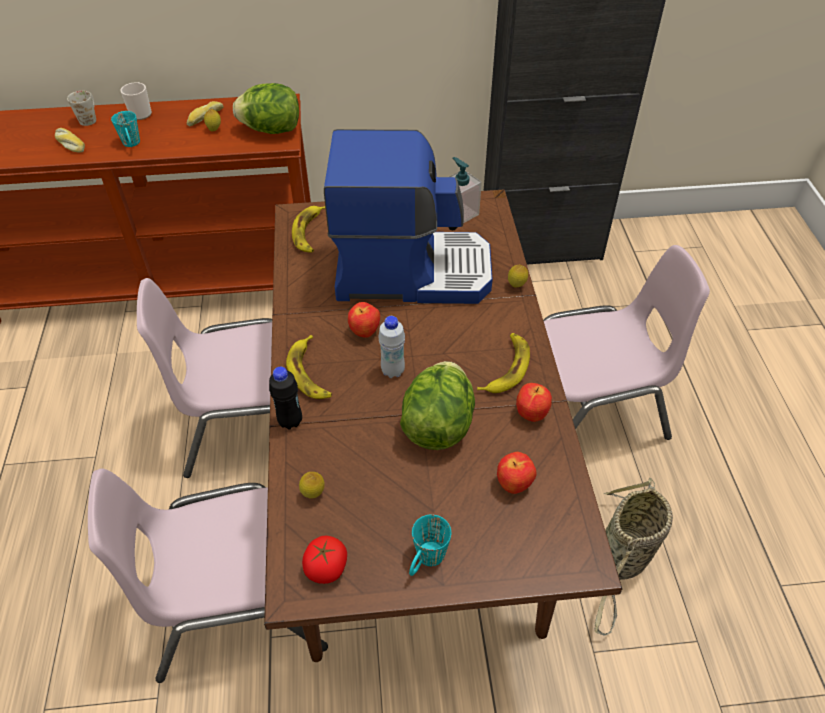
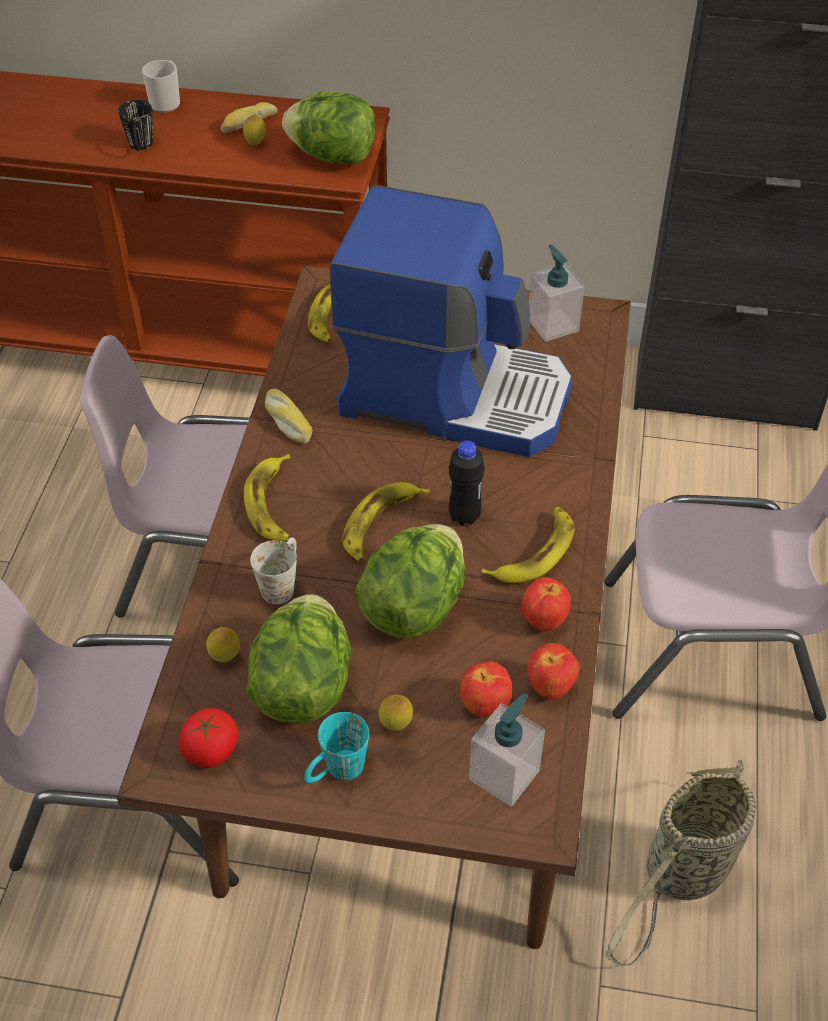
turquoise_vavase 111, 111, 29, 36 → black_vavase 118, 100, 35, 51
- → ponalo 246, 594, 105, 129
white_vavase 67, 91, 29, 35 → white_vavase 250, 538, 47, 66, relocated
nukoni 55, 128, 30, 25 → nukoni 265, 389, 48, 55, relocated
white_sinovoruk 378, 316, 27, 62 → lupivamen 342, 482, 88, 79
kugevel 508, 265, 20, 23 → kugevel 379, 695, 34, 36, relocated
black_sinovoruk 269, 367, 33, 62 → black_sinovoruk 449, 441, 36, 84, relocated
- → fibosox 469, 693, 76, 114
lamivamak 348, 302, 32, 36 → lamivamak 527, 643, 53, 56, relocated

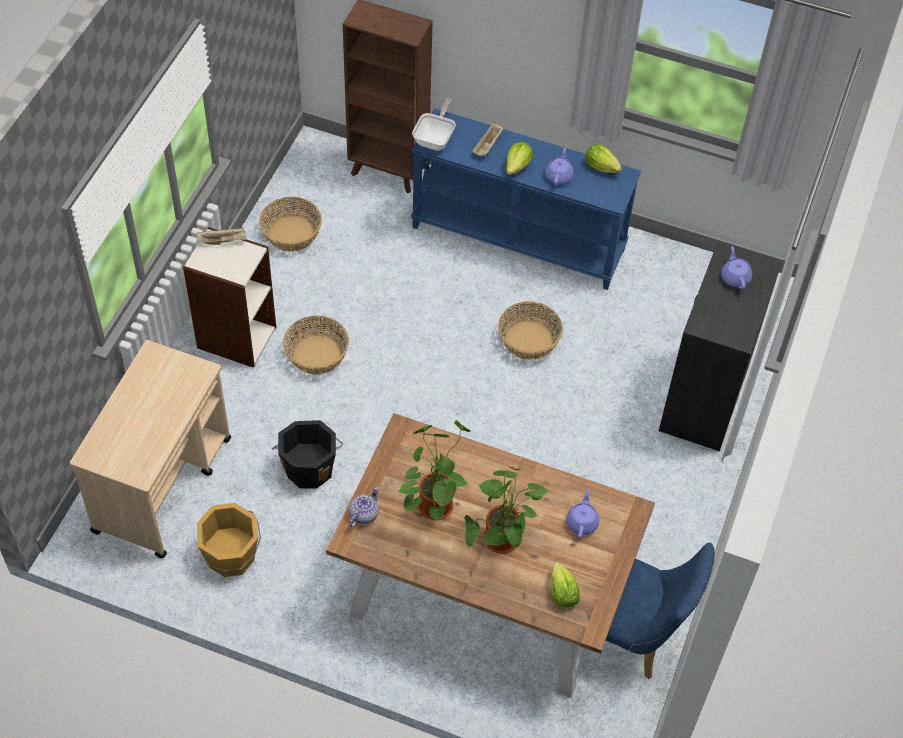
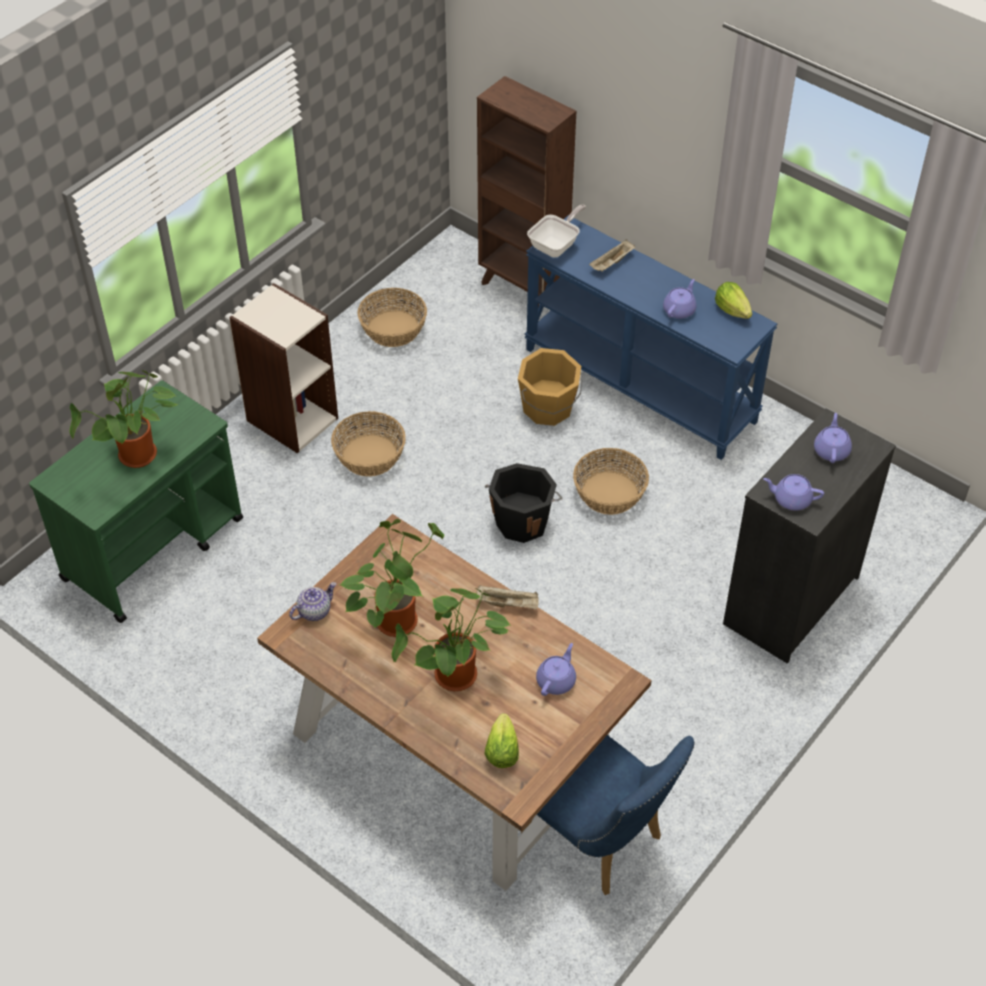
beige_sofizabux 70, 340, 161, 218 → green_sofizabux 29, 380, 214, 243
- → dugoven 69, 370, 110, 98
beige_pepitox 197, 227, 49, 18 → beige_pepitox 476, 585, 63, 24, relocated
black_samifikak 272, 420, 71, 69 → black_samifikak 485, 463, 77, 80, relocated
orange_samifikak 197, 503, 64, 74 → orange_samifikak 518, 348, 65, 78, relocated
- → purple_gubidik 763, 474, 61, 37
ponalo 506, 142, 27, 33 → -

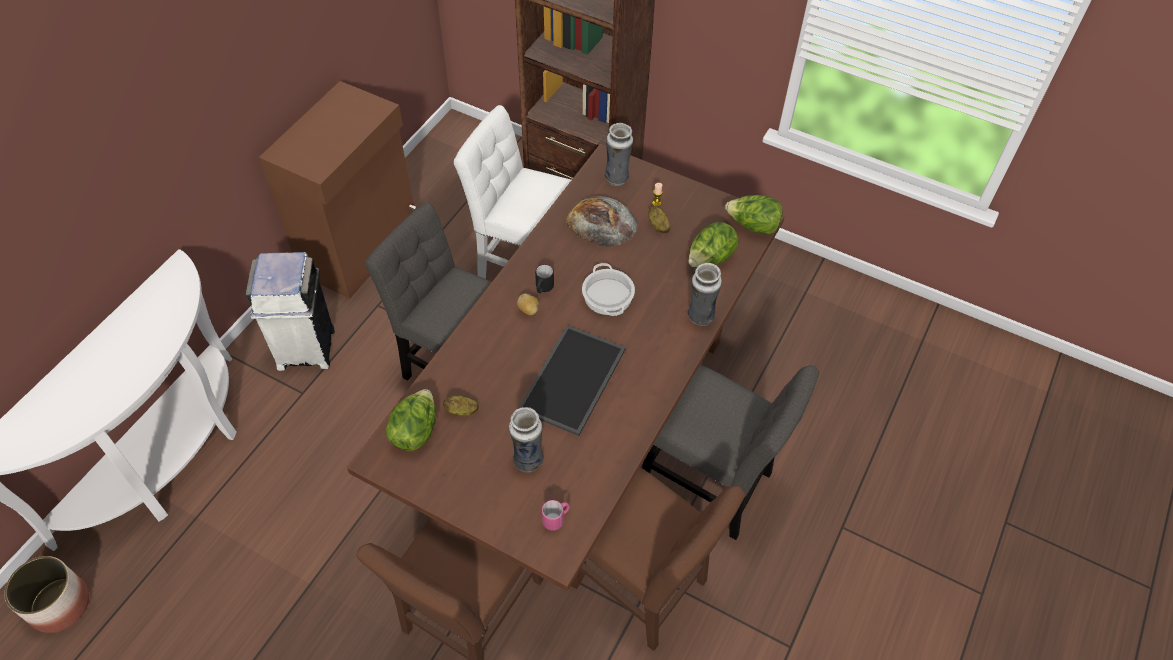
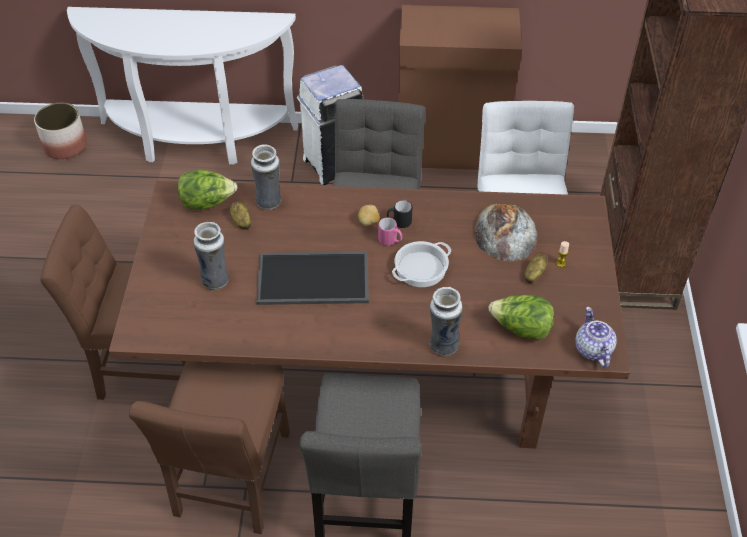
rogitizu 604, 123, 29, 63 → rogitizu 251, 144, 31, 66, relocated
pink_vavase 542, 500, 28, 31 → pink_vavase 378, 218, 25, 28, relocated
ponalo 725, 195, 58, 40 → gubidik 575, 307, 42, 61

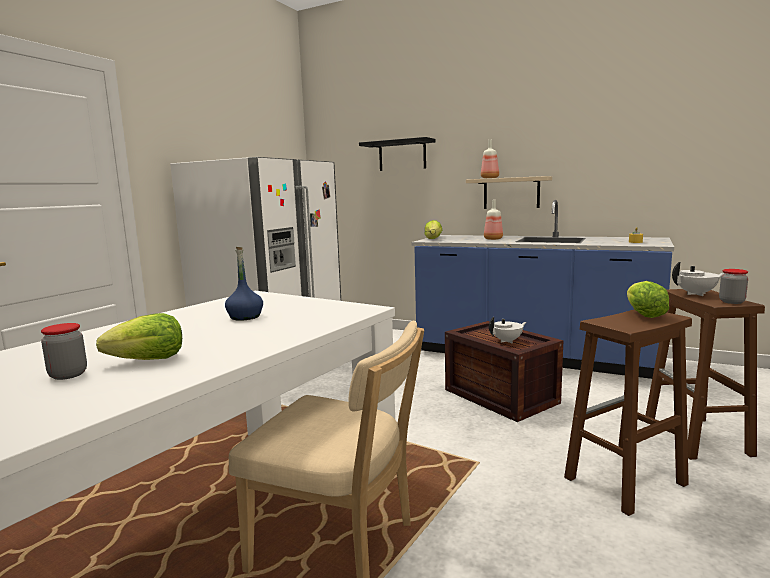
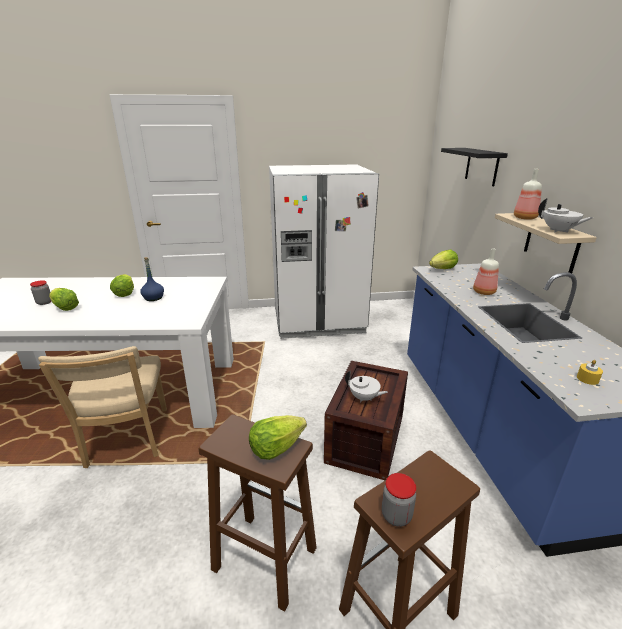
- → ponalo 110, 274, 24, 23
white_gubidik 672, 262, 52, 34 → white_gubidik 538, 198, 56, 35, relocated

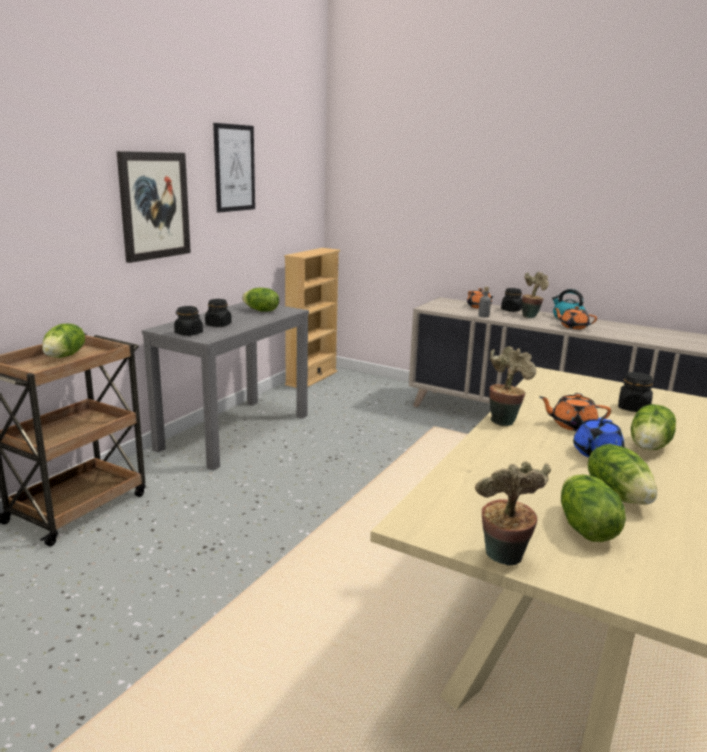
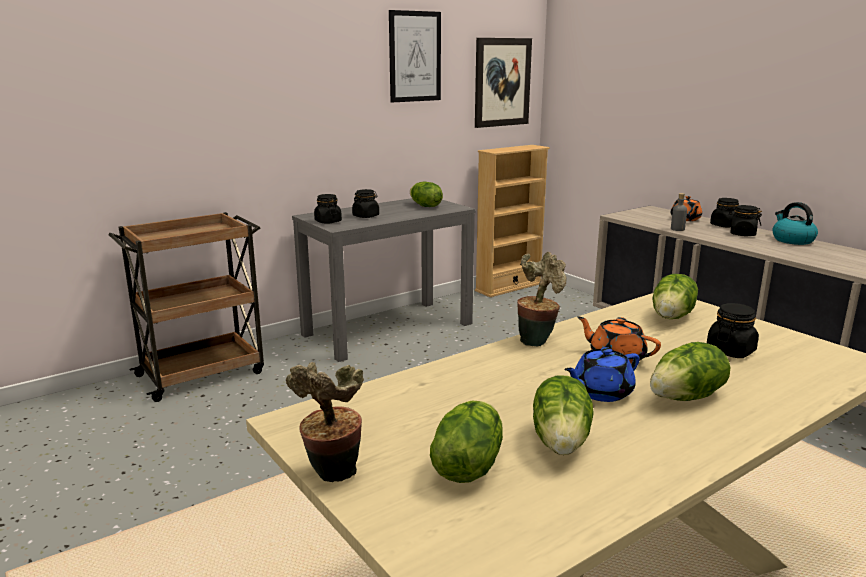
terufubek 117, 151, 74, 112 → terufubek 475, 38, 57, 90, relocated
ponalo 42, 324, 43, 34 → ponalo 652, 274, 46, 45, relocated
dugoven 522, 272, 27, 46 → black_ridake 729, 205, 33, 31
orange_gubidik 553, 306, 44, 23 → -

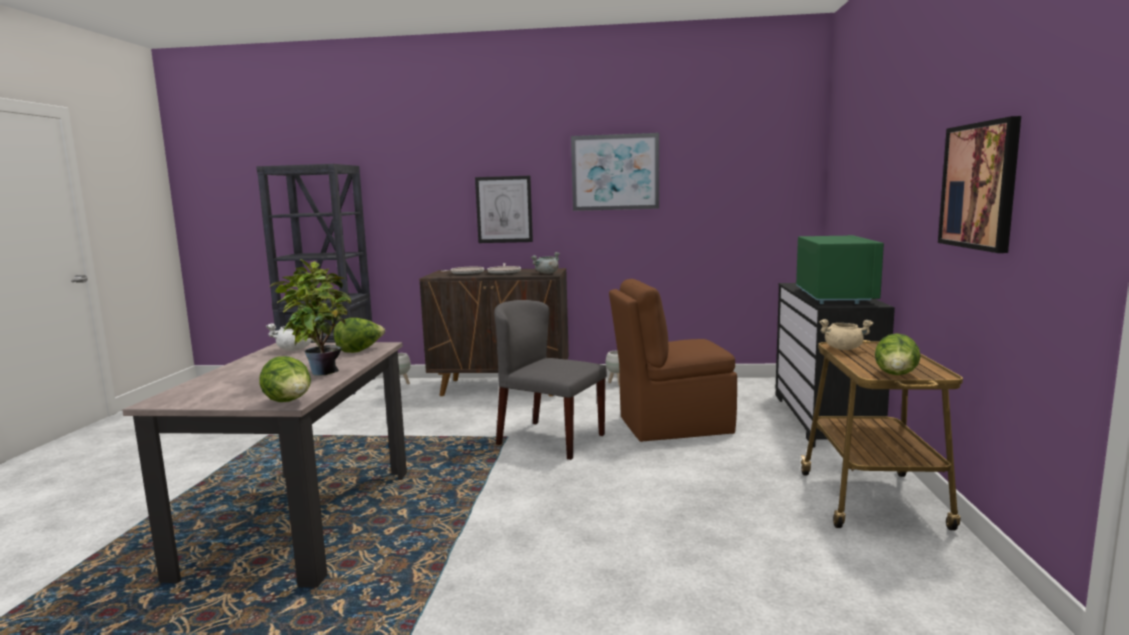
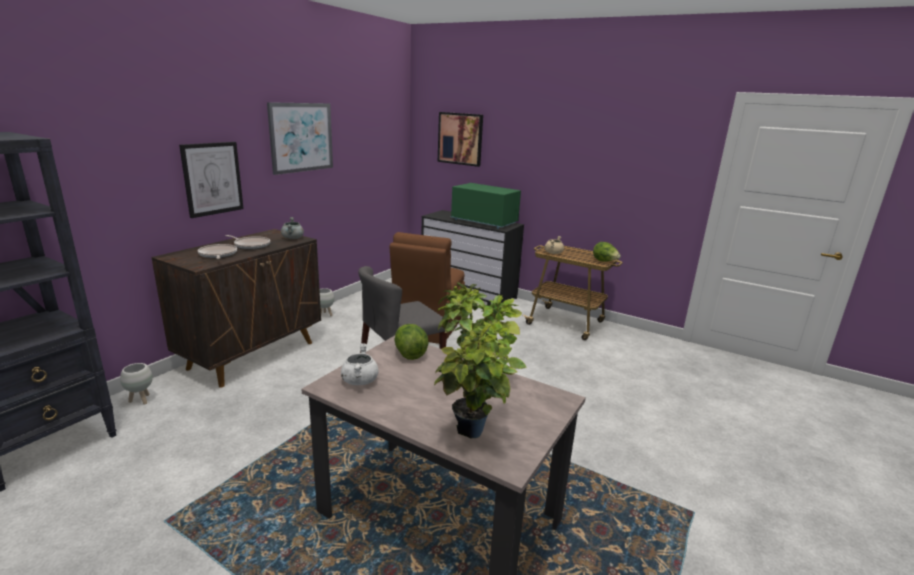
- → dugoven 434, 321, 93, 117
terufubek 938, 116, 83, 137 → terufubek 438, 112, 45, 55, relocated
ponalo 259, 356, 52, 46 → -

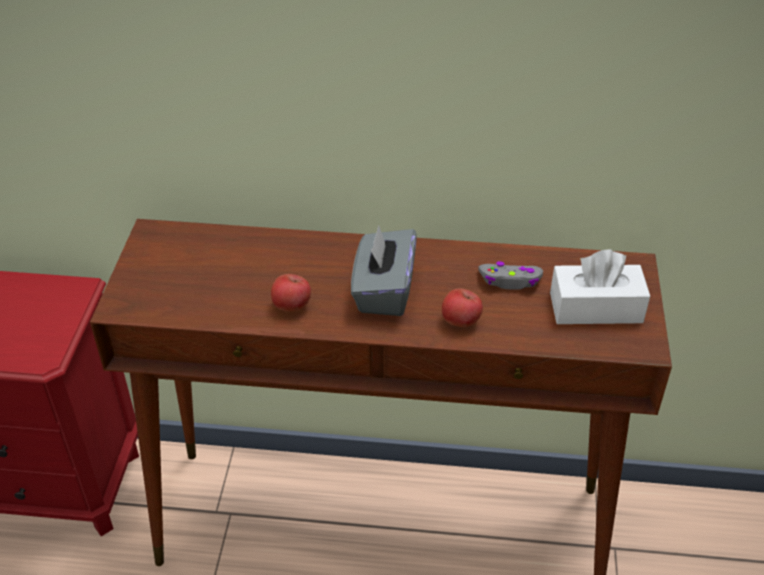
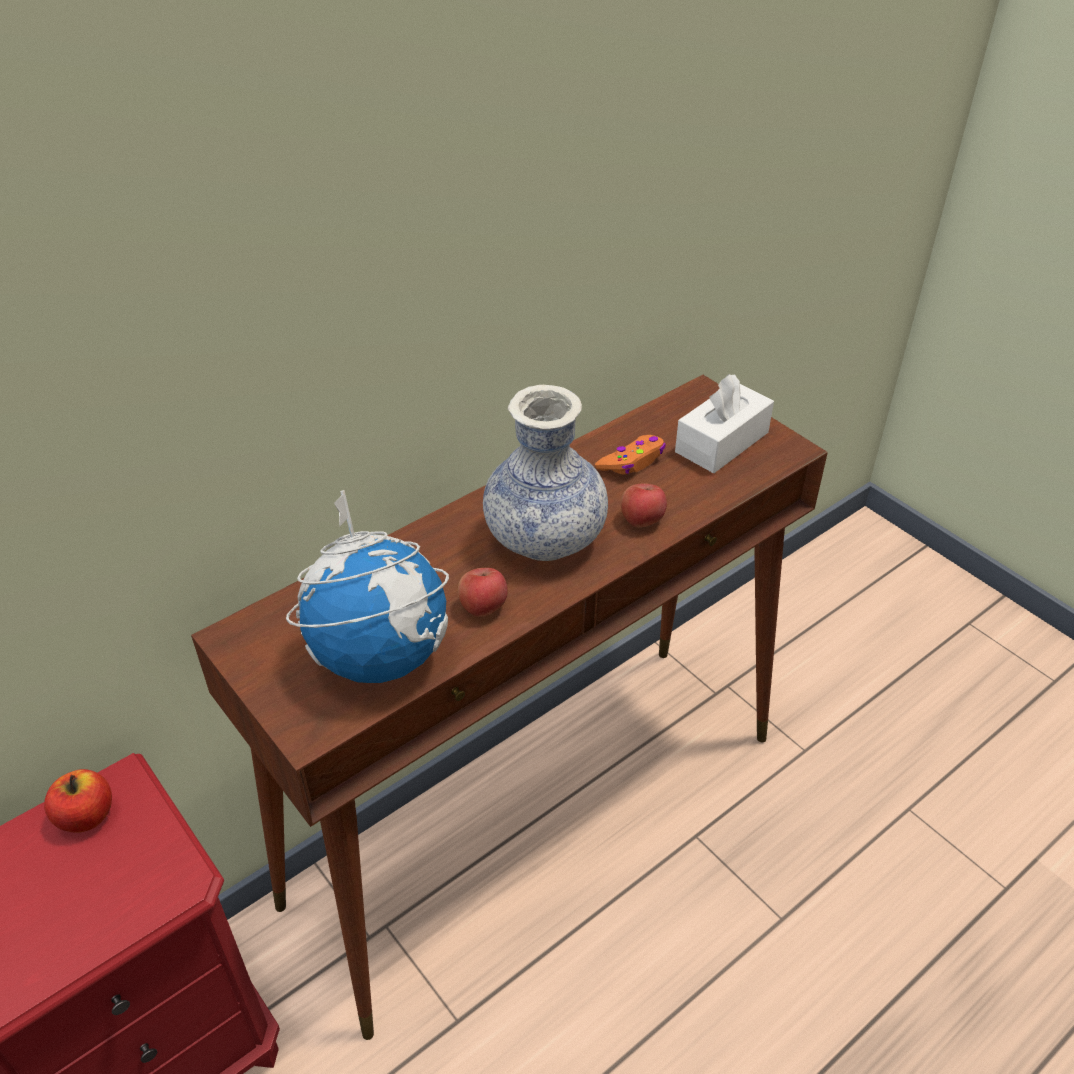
- → lamivamak 44, 769, 68, 64
- → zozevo 286, 490, 163, 193
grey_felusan 351, 225, 65, 91 → rogitizu 483, 385, 125, 176
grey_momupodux 478, 261, 65, 29 → orange_momupodux 595, 435, 71, 39

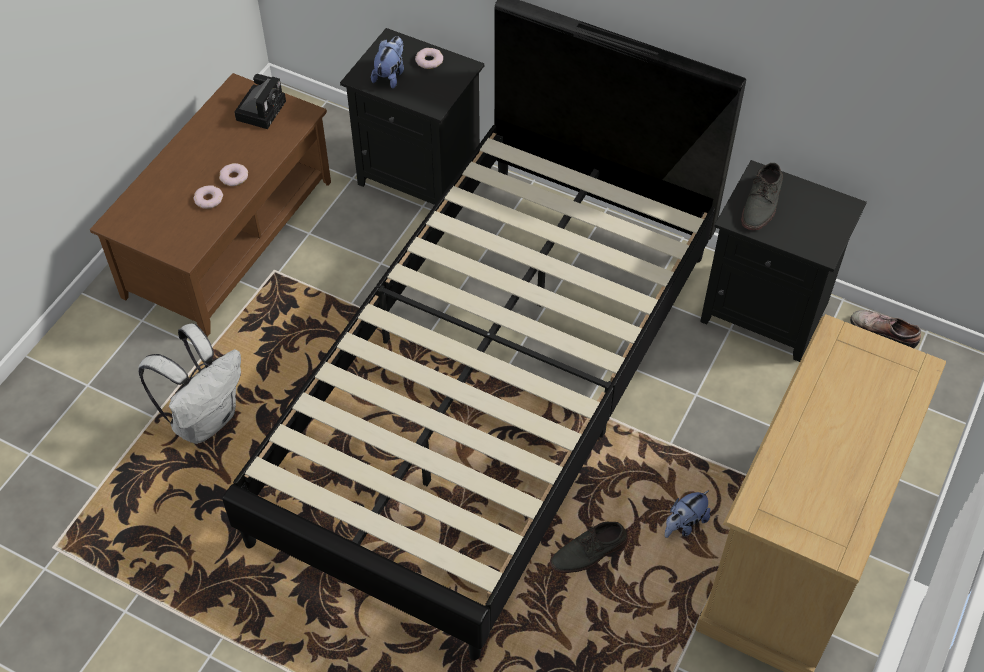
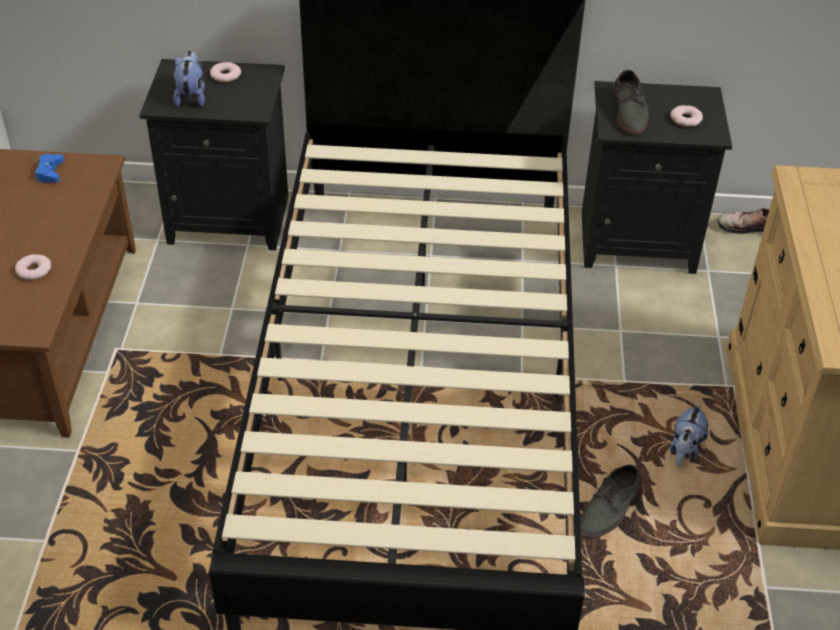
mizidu 234, 74, 52, 55 → blue_momupodux 35, 154, 29, 29
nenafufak 219, 163, 29, 23 → nenafufak 670, 105, 33, 22, relocated
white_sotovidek 138, 324, 103, 120 → -

